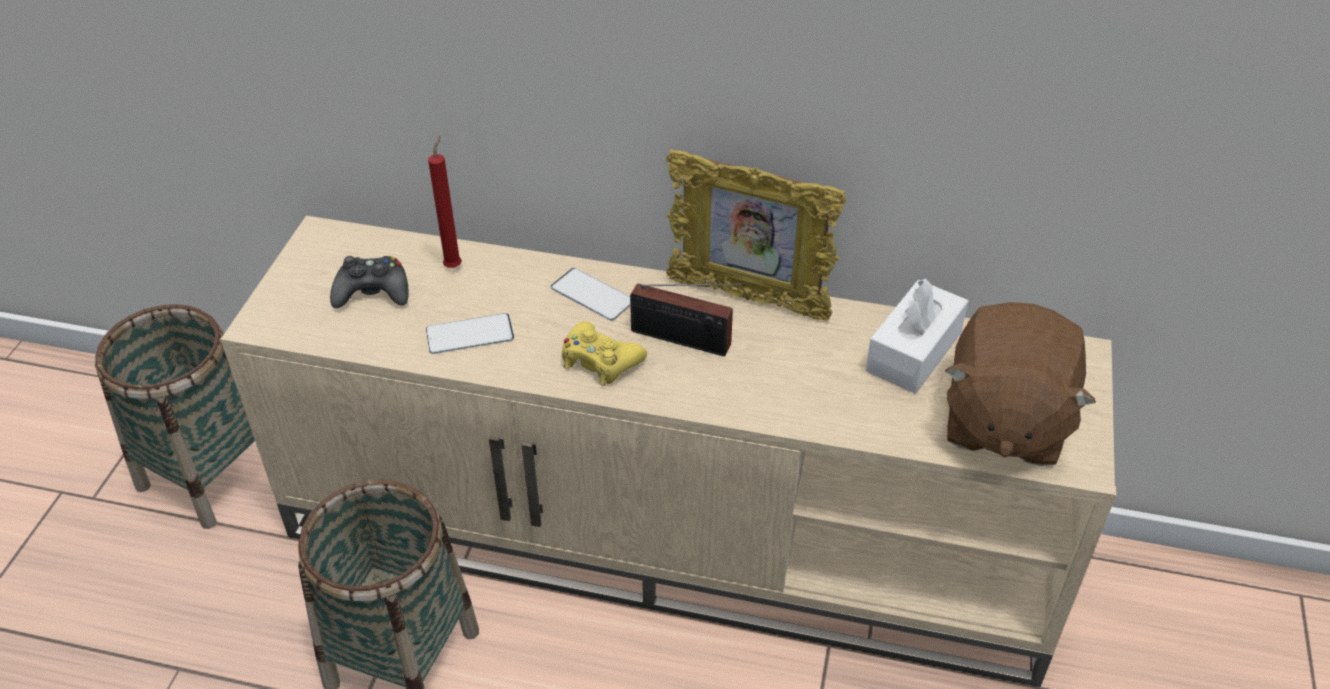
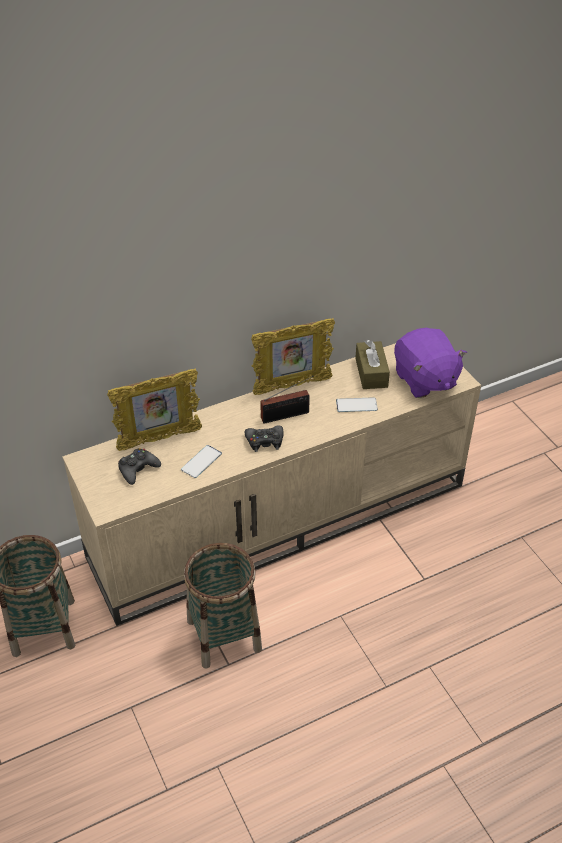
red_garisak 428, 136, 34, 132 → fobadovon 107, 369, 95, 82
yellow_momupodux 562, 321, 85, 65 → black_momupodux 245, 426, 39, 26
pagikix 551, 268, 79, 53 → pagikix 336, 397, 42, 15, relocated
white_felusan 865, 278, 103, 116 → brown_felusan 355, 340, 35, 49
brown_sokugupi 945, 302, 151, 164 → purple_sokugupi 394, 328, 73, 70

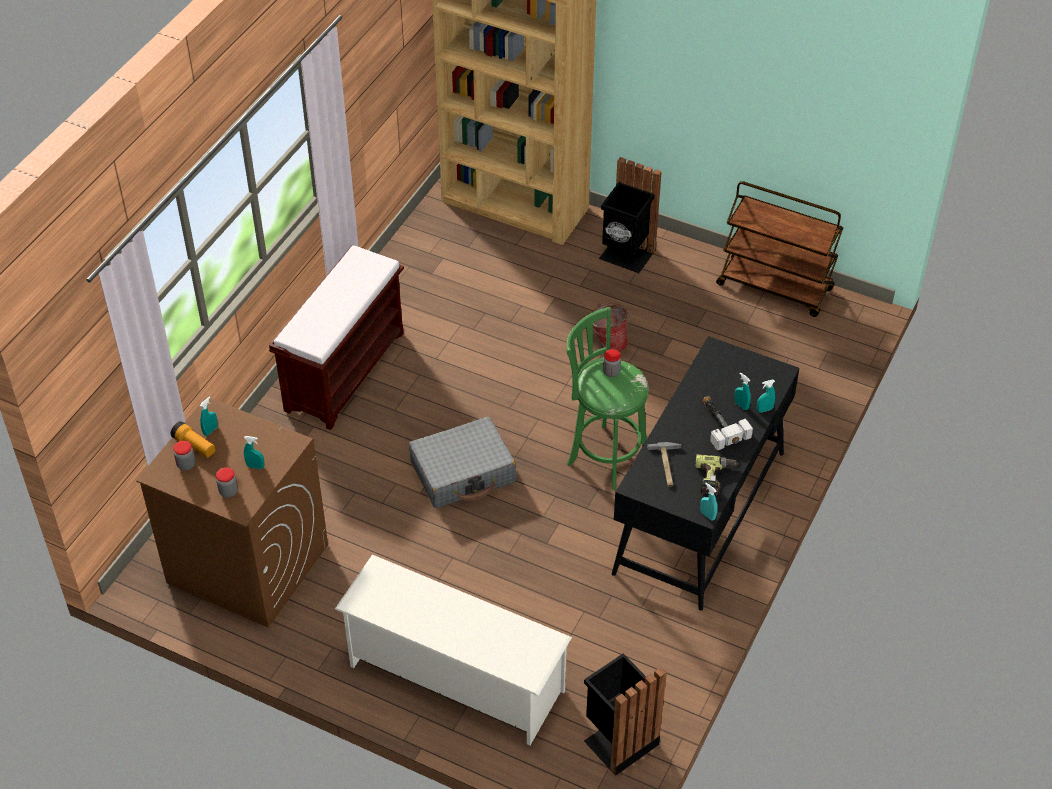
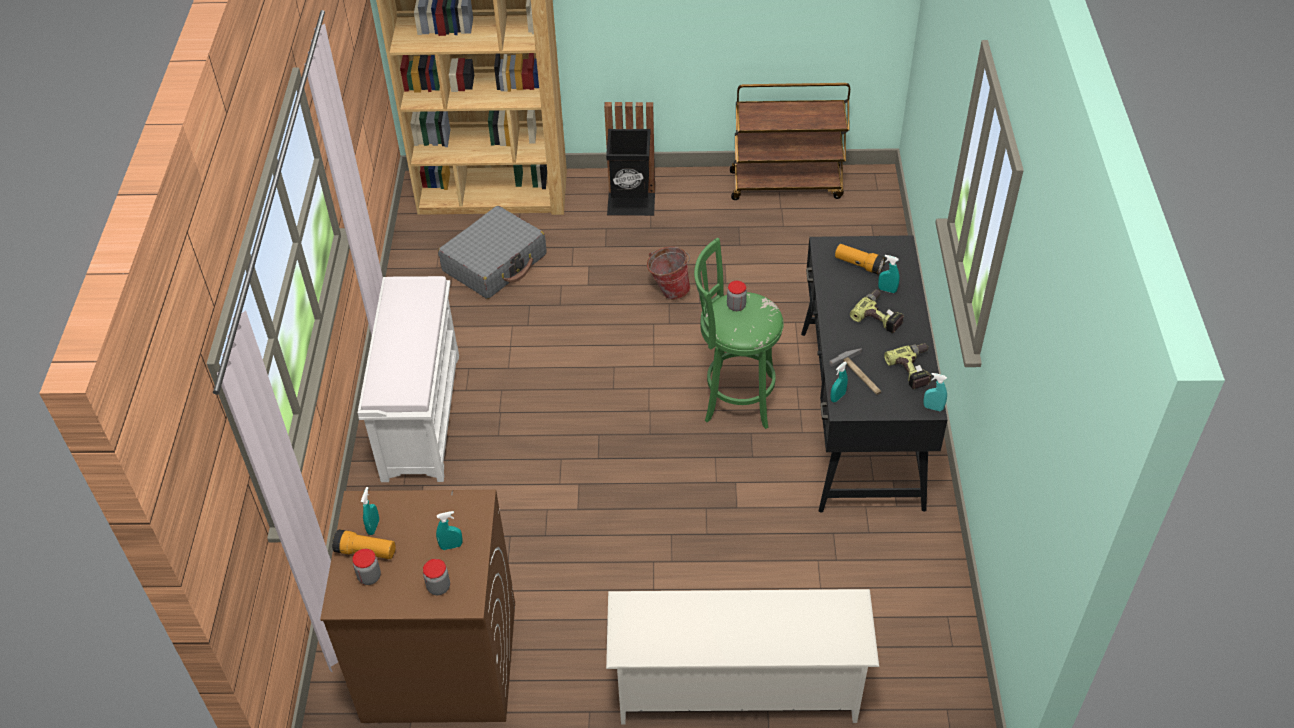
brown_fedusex 269, 244, 135, 186 → white_fedusex 358, 276, 101, 206
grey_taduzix 409, 417, 107, 91 → grey_taduzix 438, 206, 108, 93, relocated
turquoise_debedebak 757, 380, 19, 33 → turquoise_debedebak 830, 362, 18, 40, relocated
- → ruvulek 835, 244, 50, 31
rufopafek 703, 396, 50, 54 → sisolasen 850, 289, 54, 44
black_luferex 584, 653, 83, 123 → -

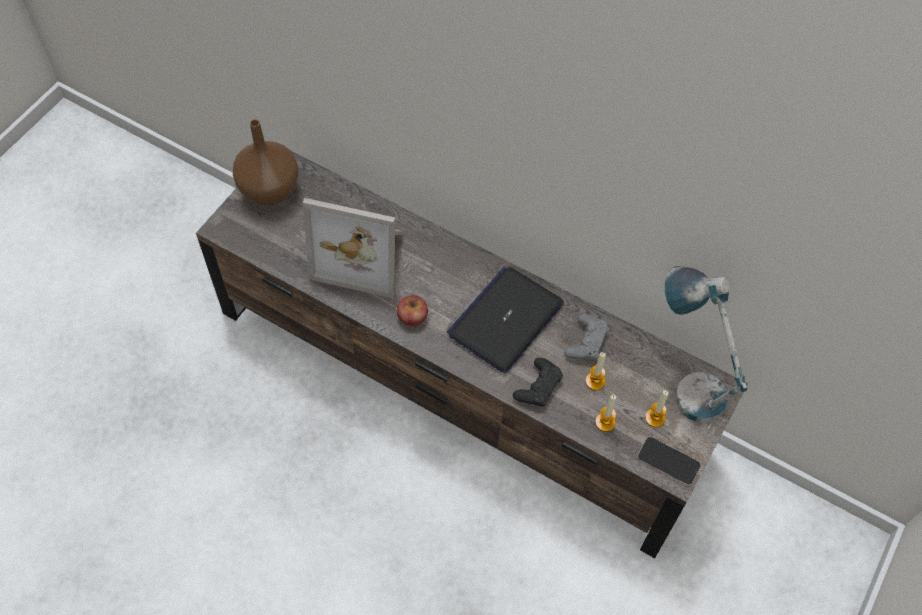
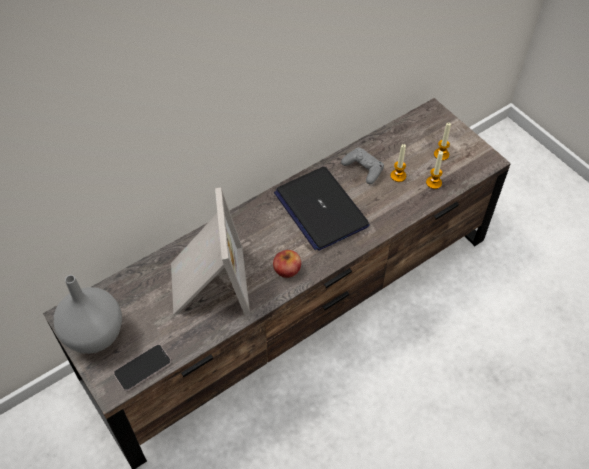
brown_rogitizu 233, 119, 66, 87 → grey_rogitizu 54, 275, 68, 79
pagikix 637, 437, 64, 49 → pagikix 114, 344, 57, 47, relocated
fobadovon 302, 198, 102, 100 → fobadovon 171, 187, 79, 128, 45 degrees counterclockwise
black_momupodux 513, 358, 50, 49 → -
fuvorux 665, 266, 82, 156 → -

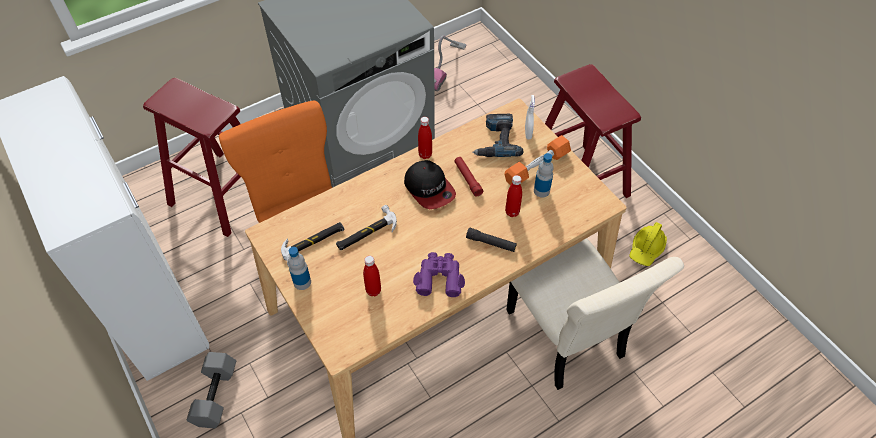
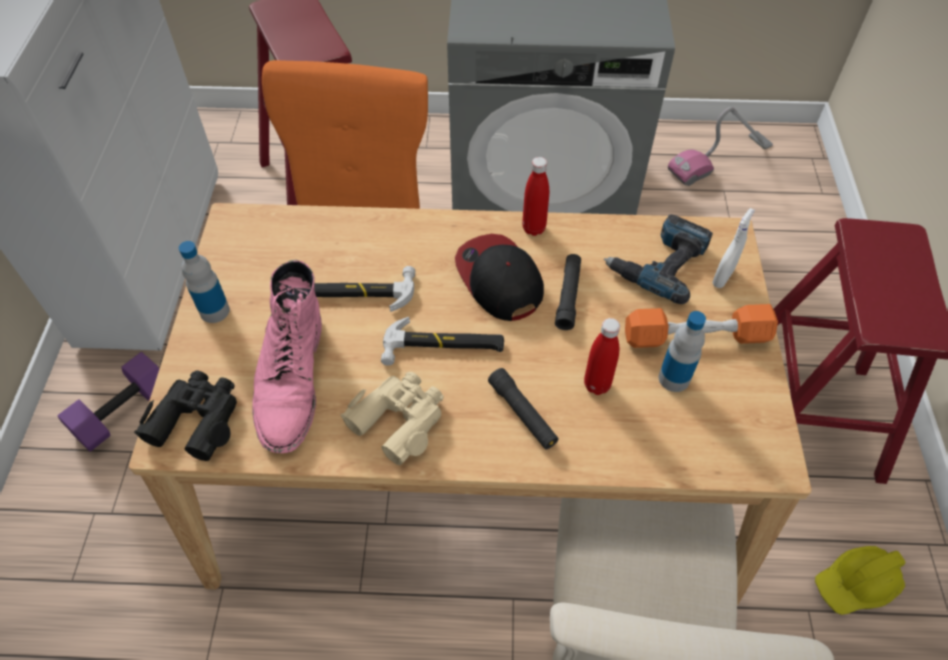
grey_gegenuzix 187, 352, 49, 76 → purple_gegenuzix 57, 352, 102, 100
- → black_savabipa 134, 370, 103, 91
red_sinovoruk 363, 256, 18, 40 → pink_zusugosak 252, 260, 70, 193
purple_savabipa 413, 252, 52, 45 → beige_savabipa 340, 372, 104, 93
rufopafek 281, 222, 63, 45 → rufopafek 381, 317, 123, 49, relocated
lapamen 404, 160, 52, 49 → lapamen 455, 234, 89, 87, 150 degrees clockwise
red_ruvulek 454, 157, 29, 40 → black_ruvulek 555, 254, 26, 76

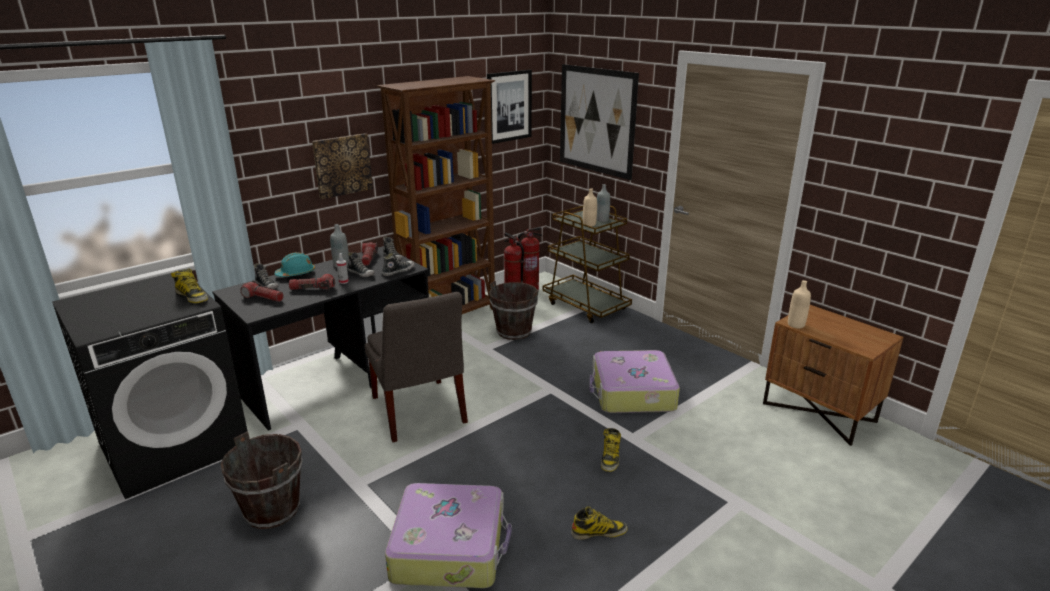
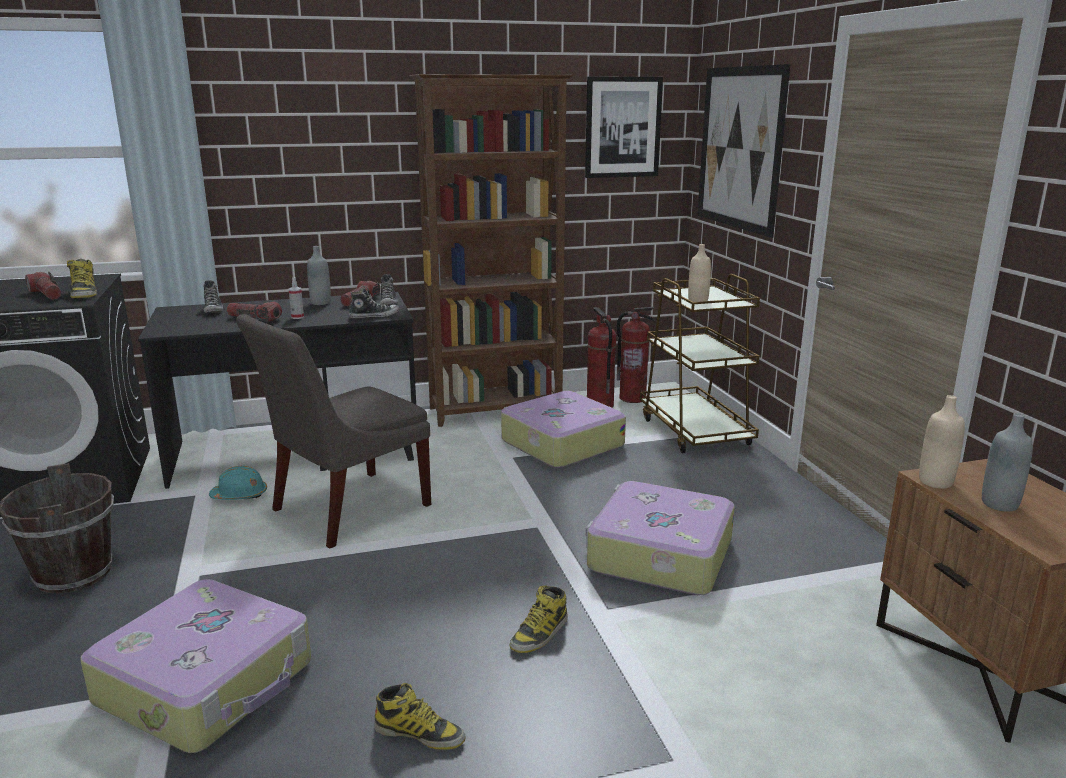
ruvulek 240, 280, 44, 22 → ruvulek 25, 272, 36, 28, relocated
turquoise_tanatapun 275, 252, 40, 25 → turquoise_tanatapun 209, 466, 58, 34, relocated
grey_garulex 365, 292, 103, 150 → grey_garulex 236, 314, 195, 234, 45 degrees clockwise
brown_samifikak 489, 281, 50, 59 → taduzix 501, 391, 125, 77
grey_sinovoruk 597, 184, 13, 38 → grey_sinovoruk 982, 413, 51, 99, relocated
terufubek 312, 133, 61, 66 → -
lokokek 348, 252, 27, 25 → -

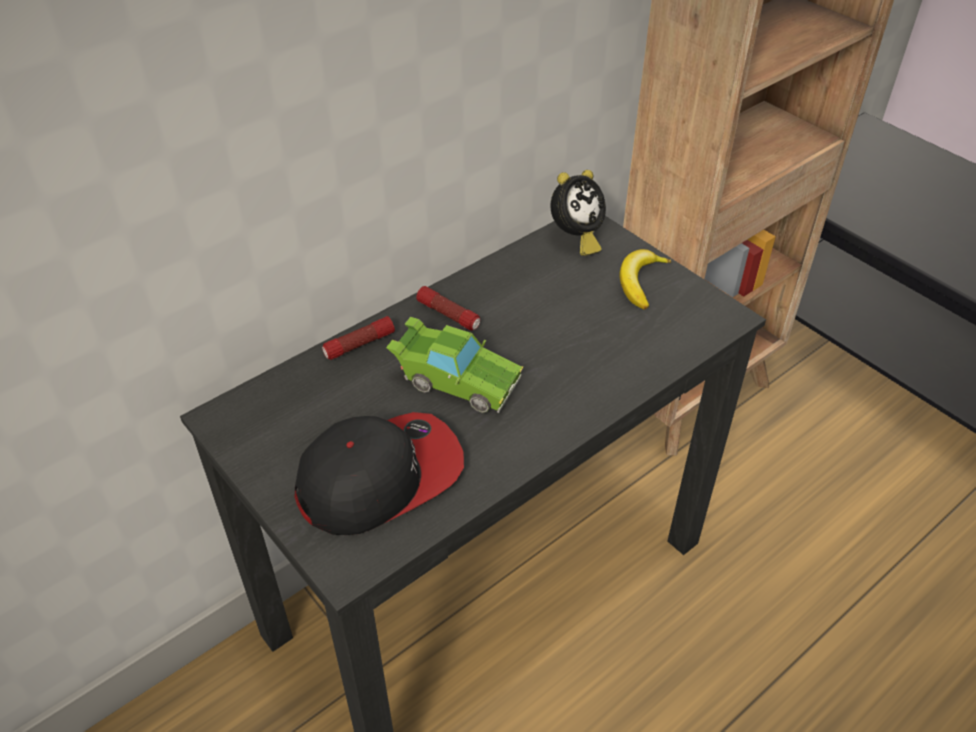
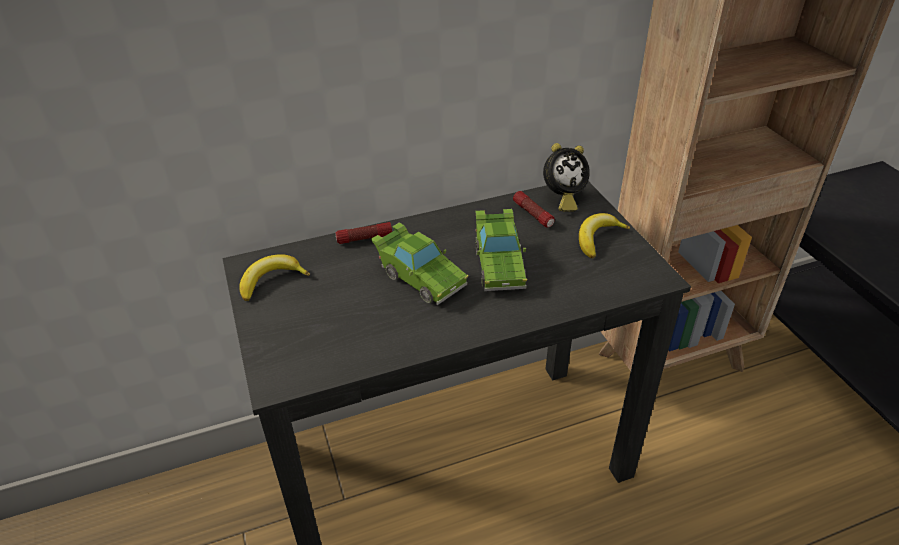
- → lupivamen 239, 254, 71, 47
- → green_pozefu 475, 209, 52, 82
ruvulek 416, 286, 64, 45 → ruvulek 513, 191, 42, 36, relocated
lapamen 294, 412, 170, 123 → -

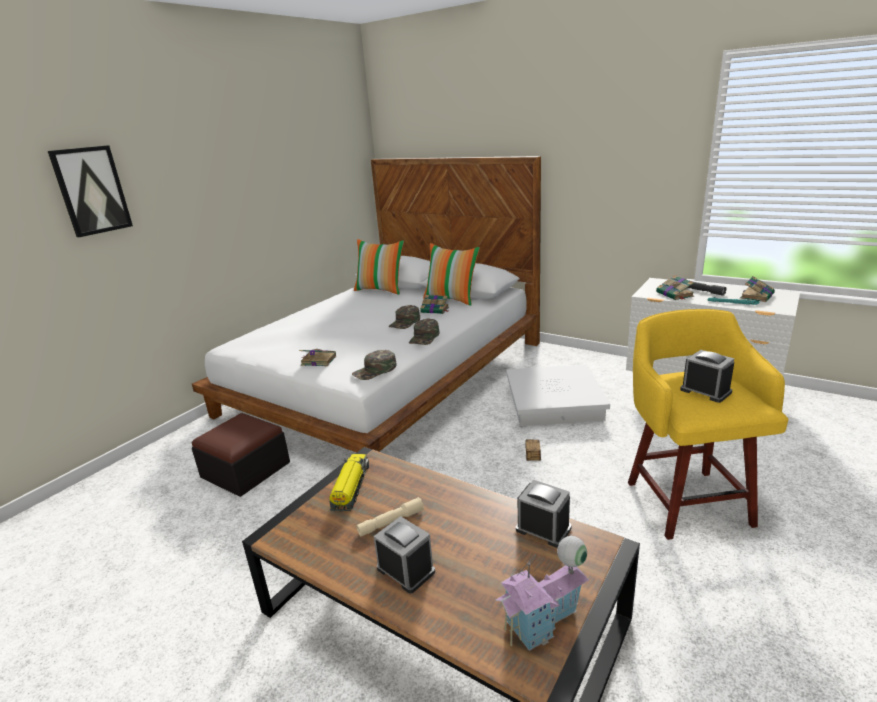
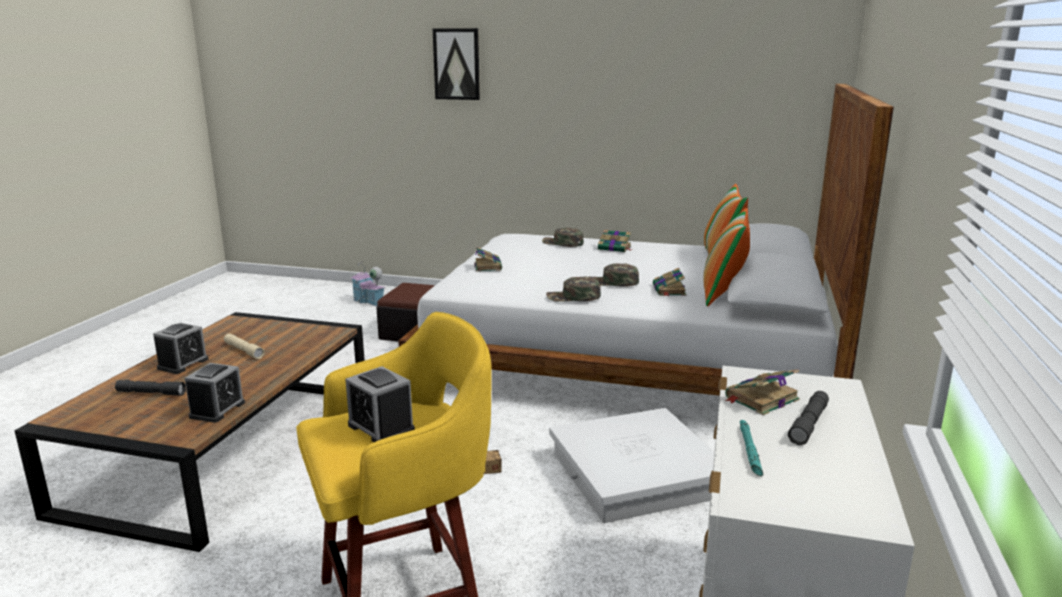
- → grey_ruvulek 115, 380, 71, 16
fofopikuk 680, 350, 54, 53 → fofopikuk 345, 366, 70, 76, 105 degrees clockwise
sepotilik 496, 536, 93, 115 → sepotilik 350, 261, 36, 45, relocated
green_lapamen 352, 350, 45, 30 → green_lapamen 542, 228, 42, 19, relocated
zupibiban 740, 276, 35, 26 → zupibiban 598, 230, 35, 22, relocated
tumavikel 329, 454, 40, 58 → -

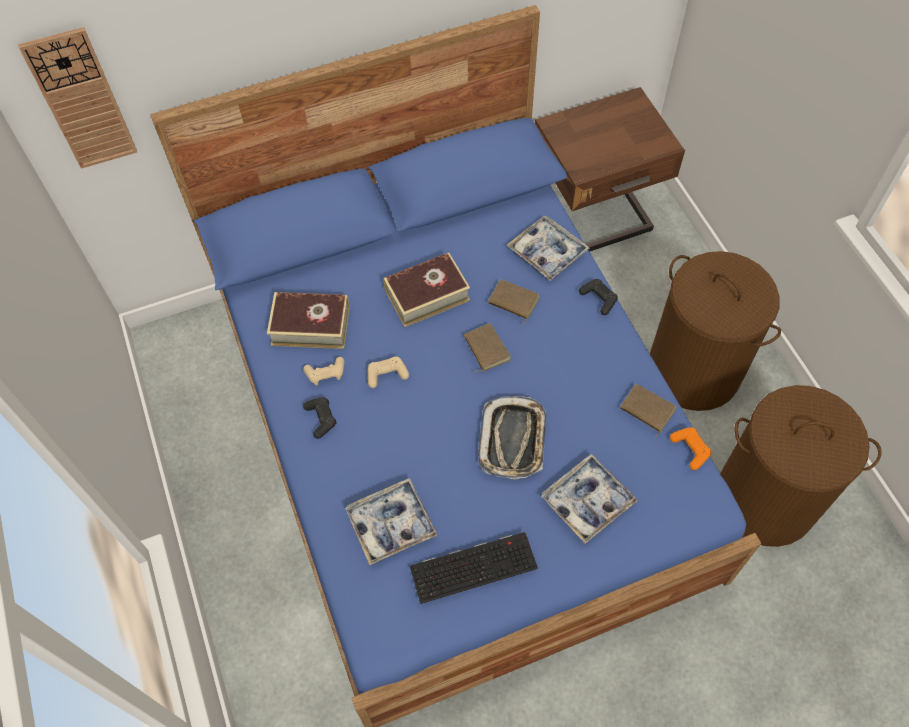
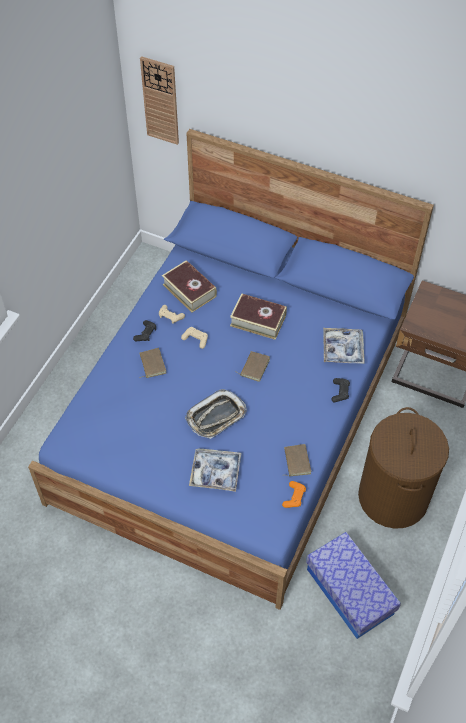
brown_zupibiban 488, 279, 52, 46 → brown_zupibiban 139, 348, 27, 30, relocated
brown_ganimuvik 720, 385, 162, 162 → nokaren 306, 532, 95, 107
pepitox 345, 478, 92, 87 → -
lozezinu 410, 532, 128, 72 → -

